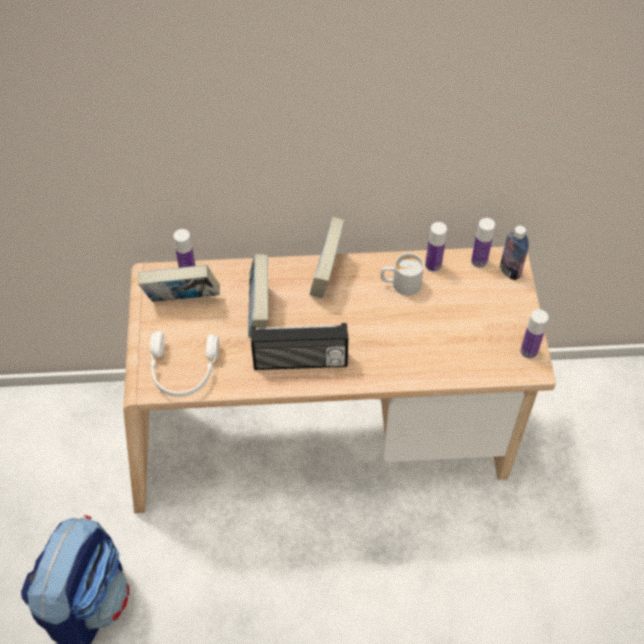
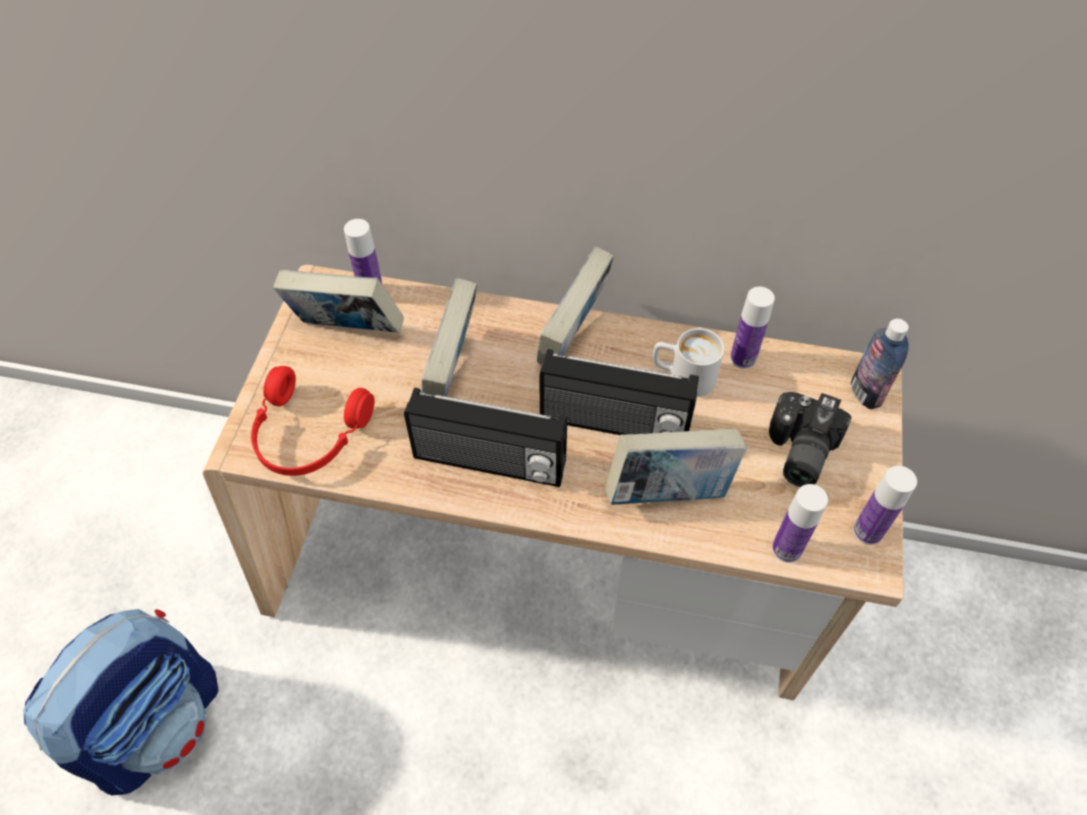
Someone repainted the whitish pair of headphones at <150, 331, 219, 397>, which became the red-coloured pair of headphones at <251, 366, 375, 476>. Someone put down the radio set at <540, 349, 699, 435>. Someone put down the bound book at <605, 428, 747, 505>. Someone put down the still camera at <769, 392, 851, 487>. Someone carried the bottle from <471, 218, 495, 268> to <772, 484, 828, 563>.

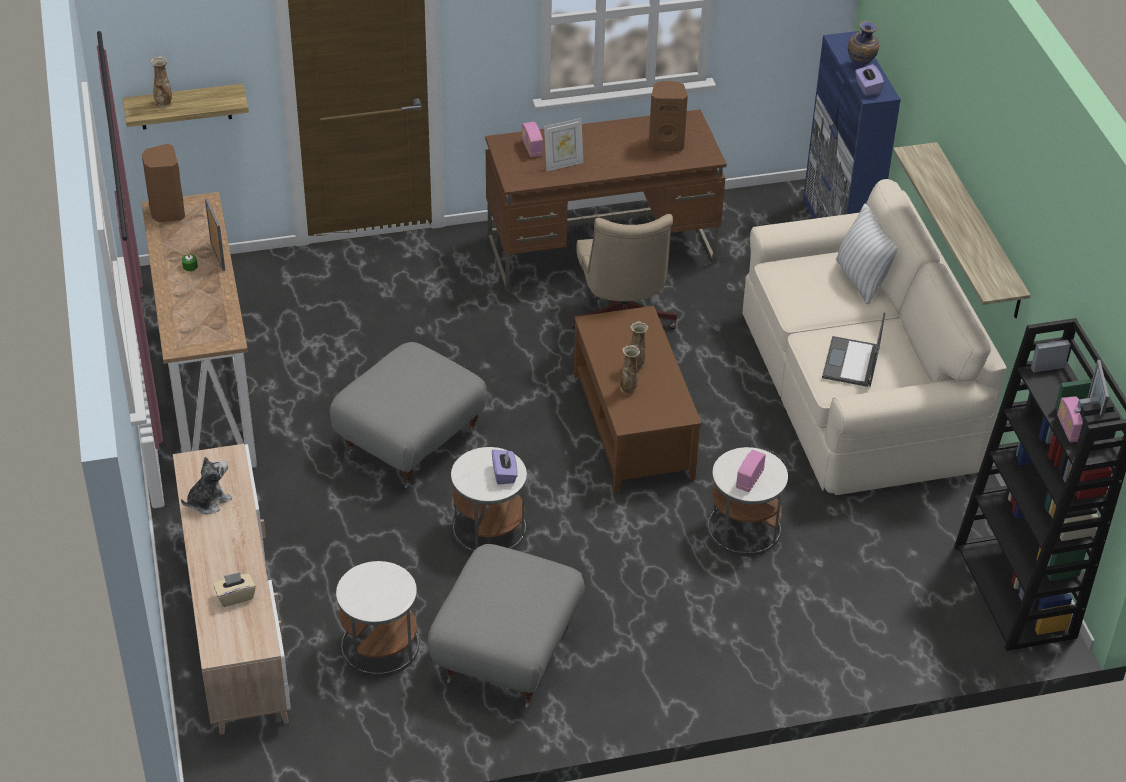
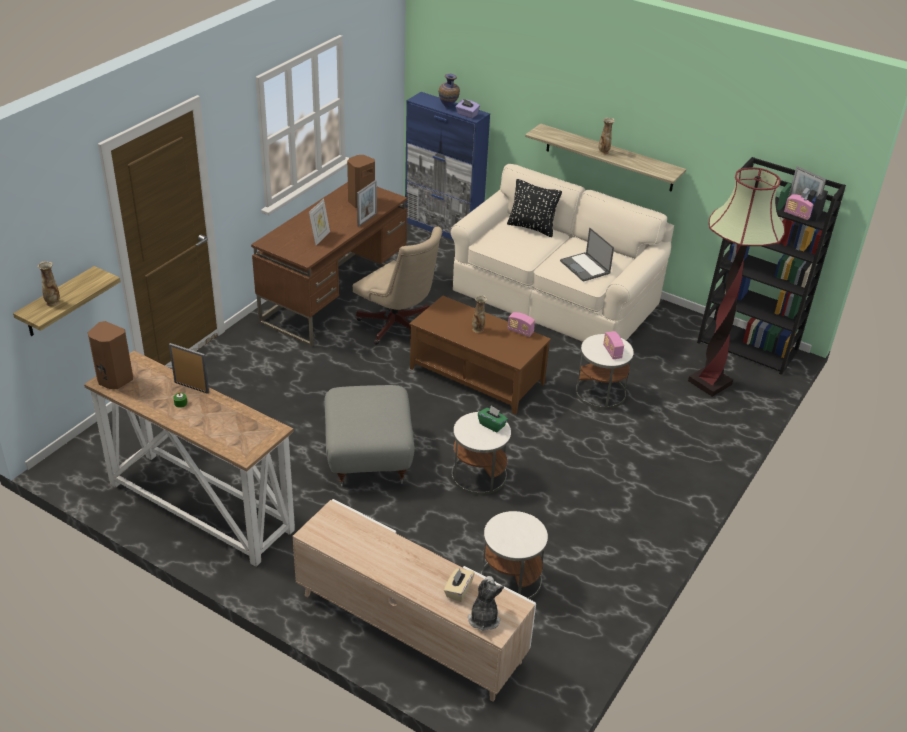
Someone put down the picture frame at <357, 180, 377, 227>. Someone carried the plush toy from <181, 456, 232, 514> to <468, 576, 504, 631>. Someone repainted the purple tissue holder at <492, 449, 518, 485>, which became the green tissue holder at <478, 406, 508, 433>. Someone repainted the whitish throw pillow at <836, 204, 898, 304>, which became the black-coloured throw pillow at <507, 179, 562, 237>. Someone carried the radio set from <522, 122, 543, 157> to <507, 312, 535, 337>. Someone carried the vase from <620, 345, 640, 395> to <598, 117, 615, 155>. Someone put down the floor lamp at <688, 167, 785, 397>. Someone took away the greyish footrest at <428, 544, 585, 708>.

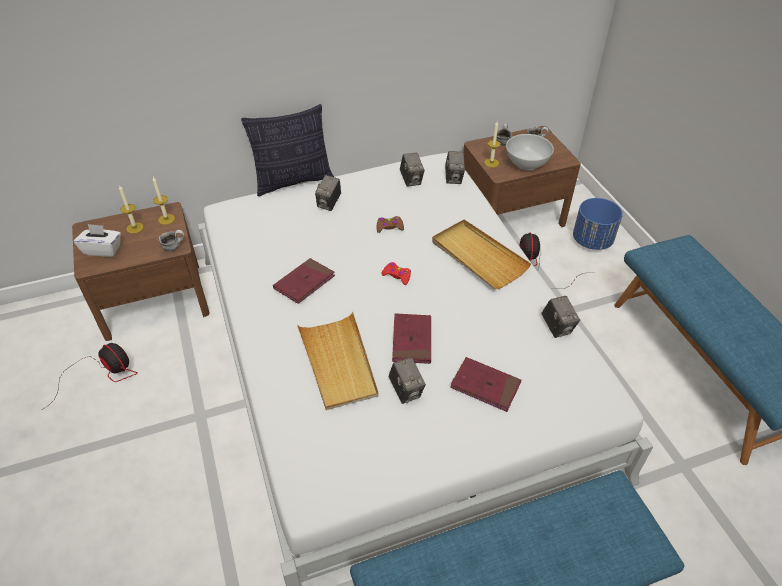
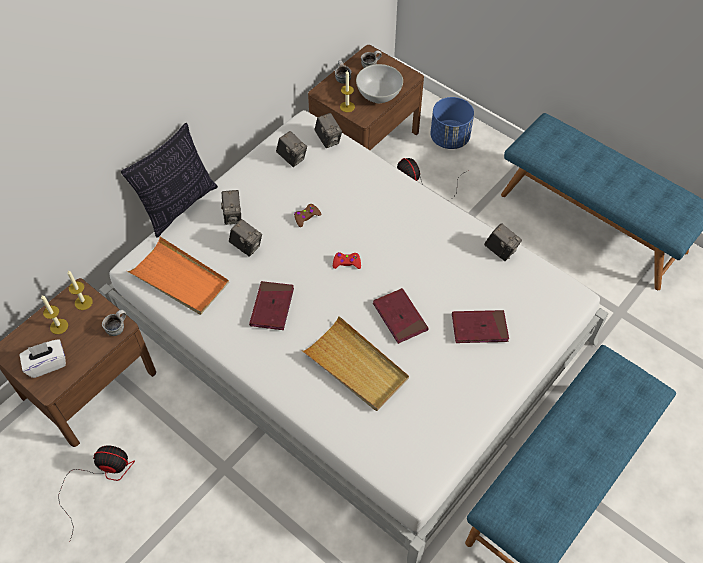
Someone put down the orangey serving tray at <127, 237, 229, 315>. Someone carried the still camera from <389, 357, 426, 404> to <229, 219, 262, 257>. Someone took away the sand-coloured serving tray at <432, 220, 531, 289>.

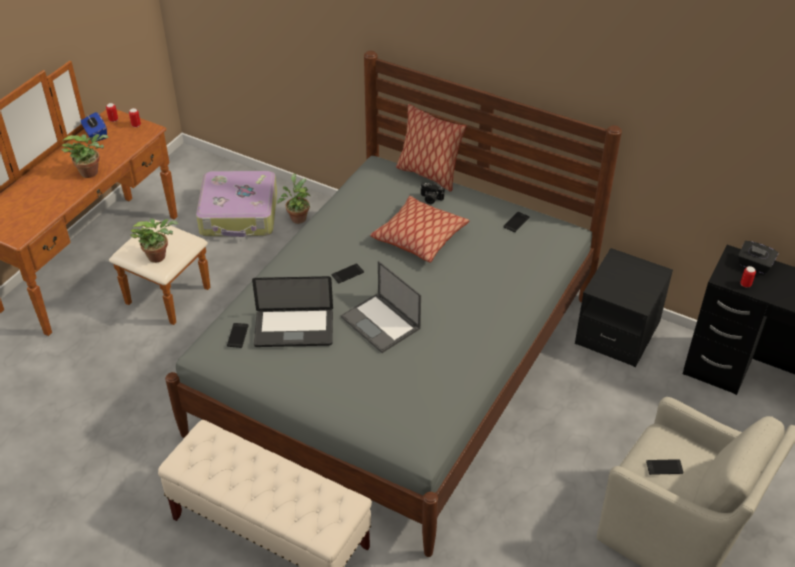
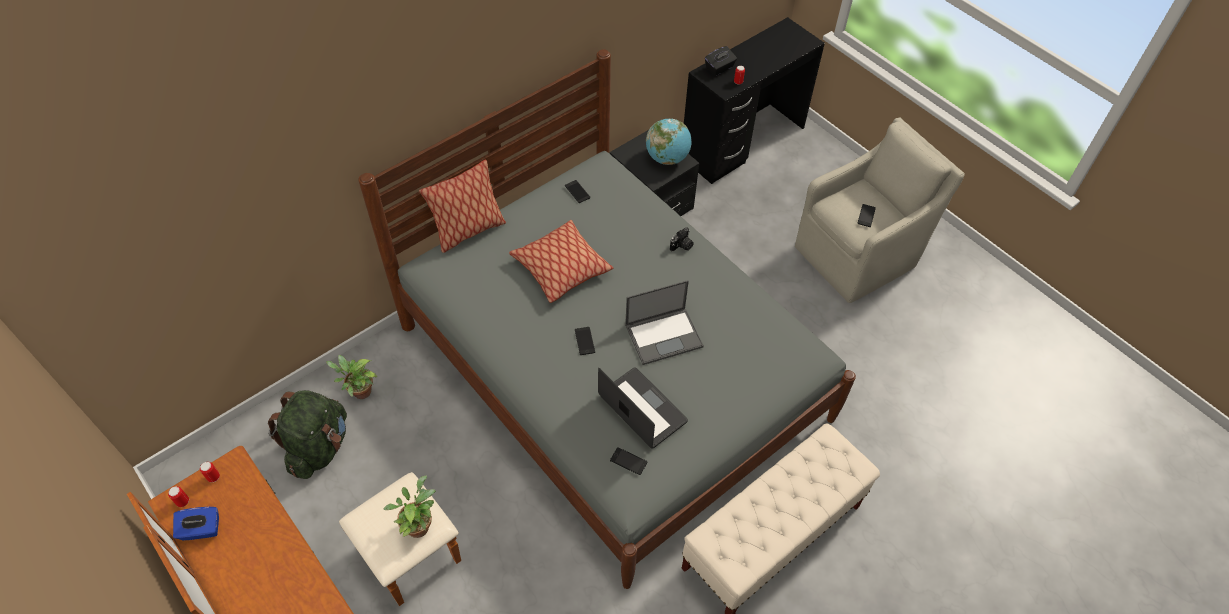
Someone swapped the travel case at <196, 171, 277, 237> for the green rucksack at <268, 390, 347, 479>. Someone rotated the notebook computer at <252, 276, 333, 347> by 60 degrees counterclockwise. Someone put down the globe at <646, 119, 692, 165>. Someone carried the still camera from <420, 183, 444, 204> to <670, 227, 694, 251>. Someone took away the potted plant at <61, 134, 109, 178>.

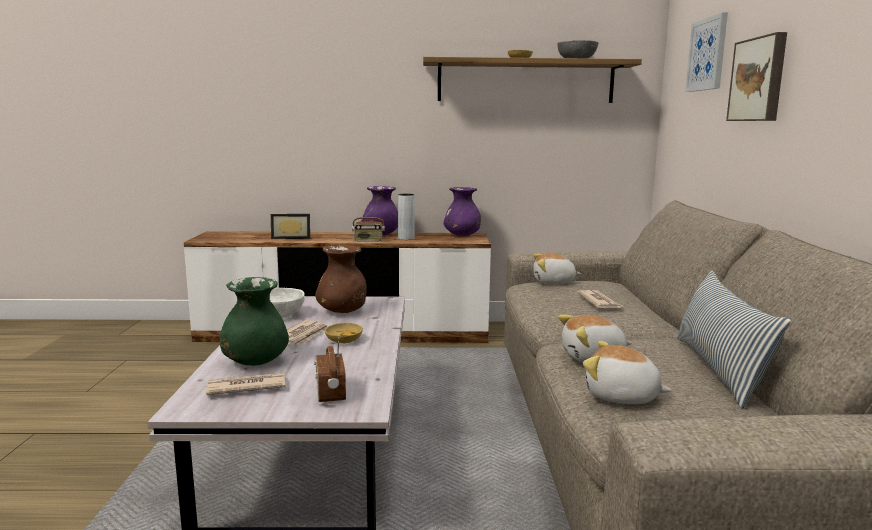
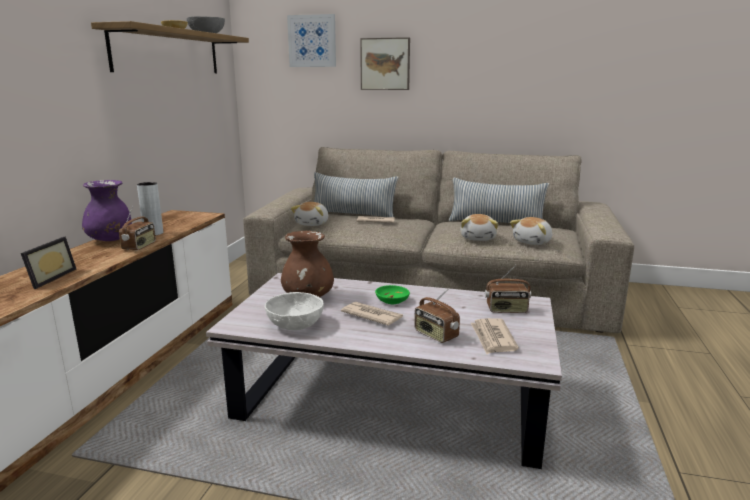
Someone put down the throw pillow at <314, 172, 399, 217>. Someone repainted the sand-coloured deep dish at <325, 323, 363, 344>, which became the green deep dish at <375, 285, 410, 304>. Someone swapped the green vase at <219, 277, 289, 366> for the radio set at <414, 288, 460, 343>. Someone took away the purple vase at <443, 187, 481, 236>.

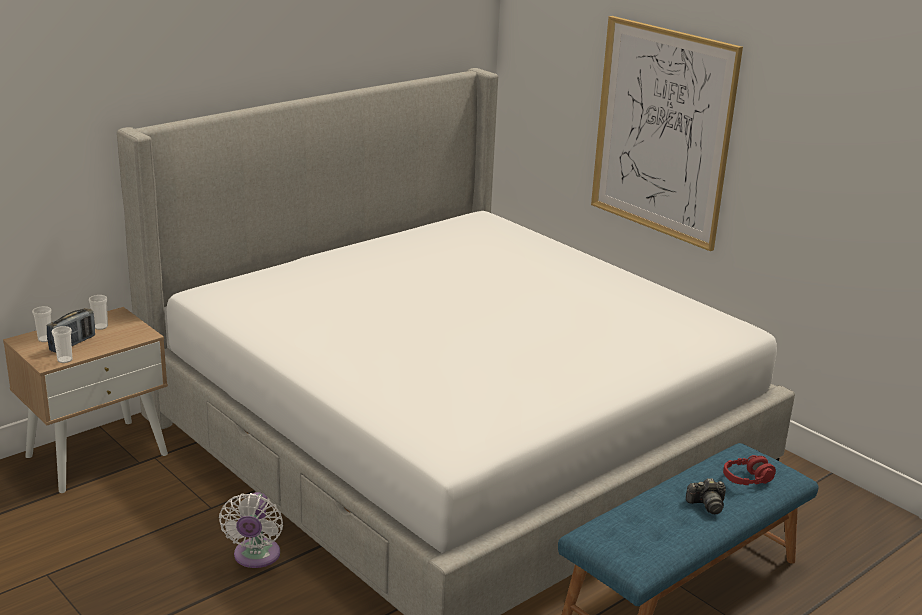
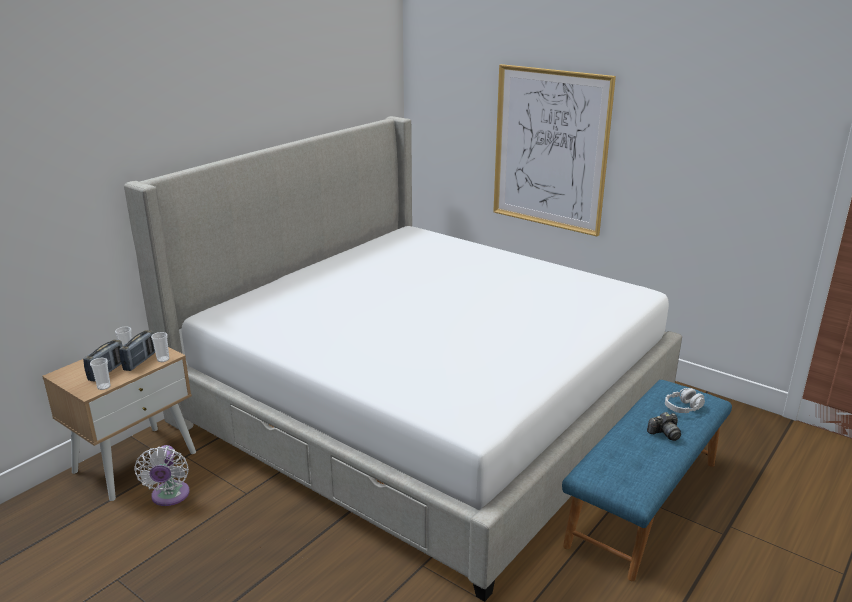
Someone put down the radio set at <119, 330, 155, 371>. Someone carried the whitish cooling fan from <219, 492, 283, 568> to <134, 445, 190, 506>. Someone carried the small cup from <32, 306, 52, 342> to <151, 332, 170, 362>. Someone repainted the red-coloured pair of headphones at <723, 455, 776, 485>, which became the greyish pair of headphones at <665, 388, 705, 413>.

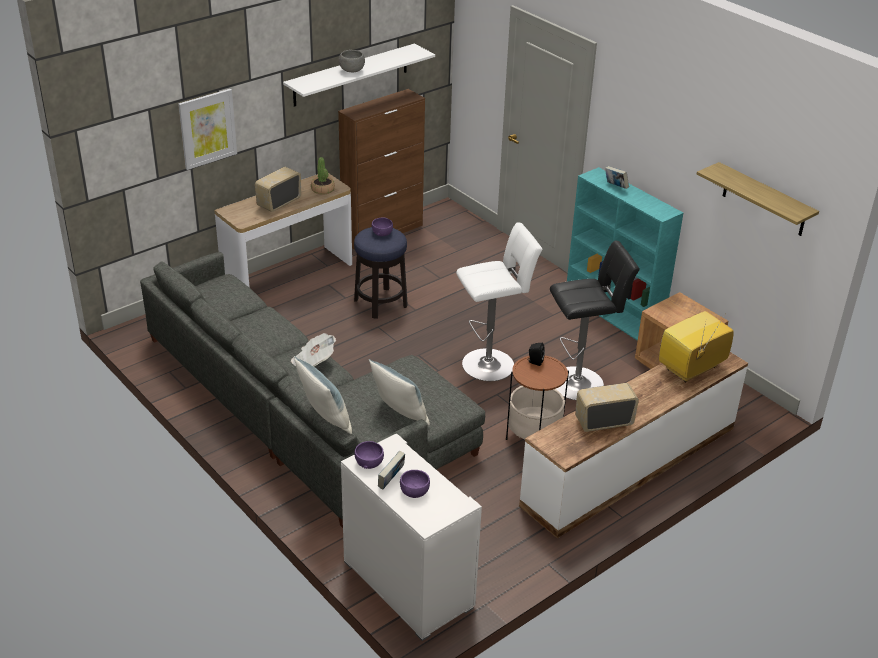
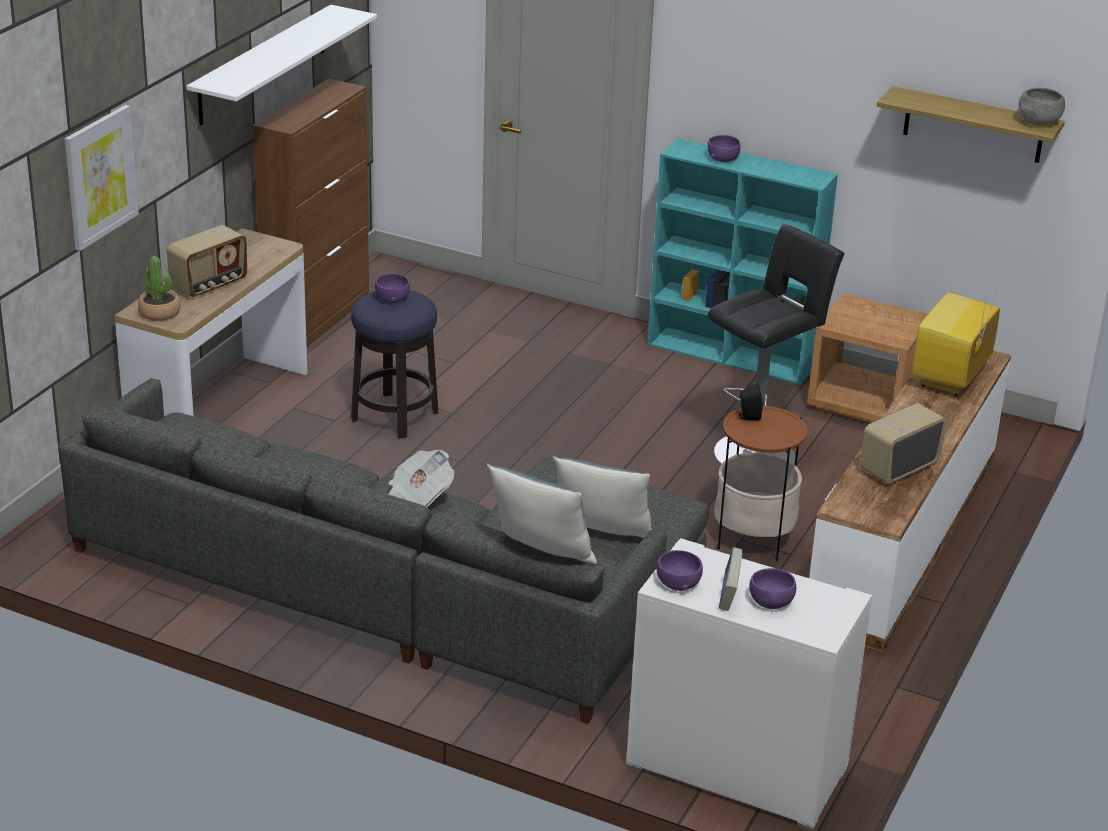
Someone carried the potted plant from <311, 157, 335, 195> to <138, 256, 181, 321>. Someone rotated the radio set at <255, 167, 301, 212> by 150 degrees counterclockwise. Someone swapped the bound book at <605, 166, 629, 189> for the purple deep dish at <708, 135, 741, 162>. Someone carried the greyish deep dish from <338, 50, 365, 72> to <1019, 88, 1065, 125>. Someone took away the whitish stool at <456, 222, 543, 381>.

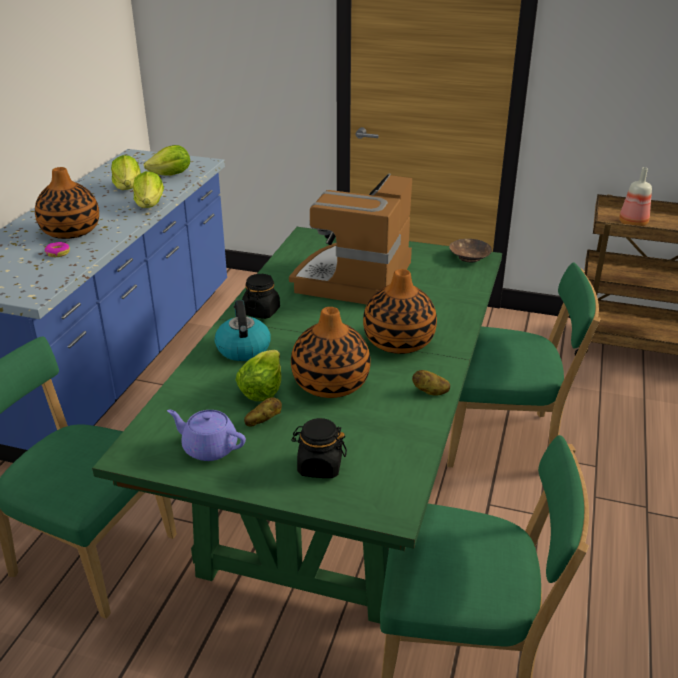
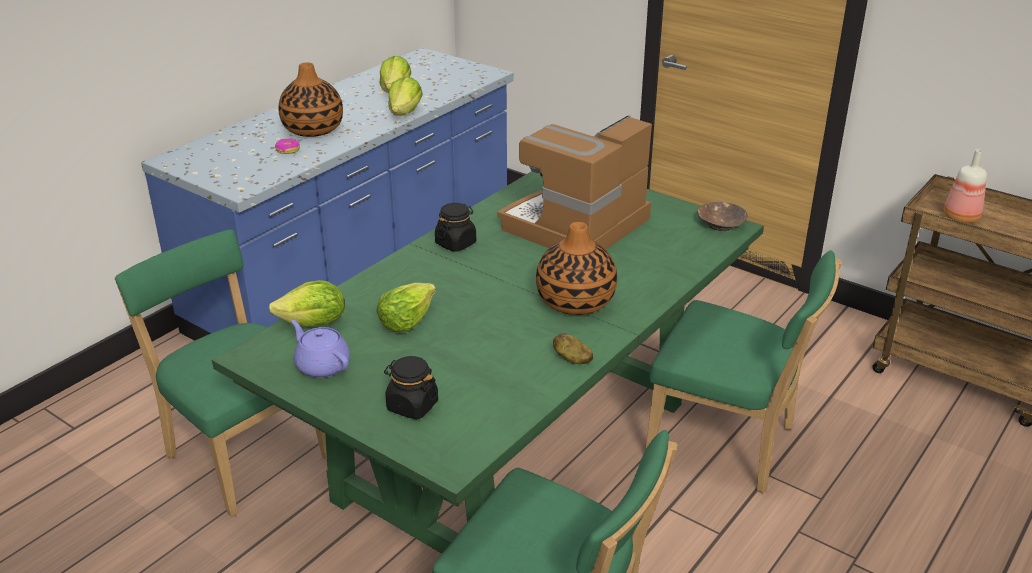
Someone carried the head of lettuce from <144, 145, 190, 176> to <269, 280, 345, 327>. Someone took away the water kettle at <215, 300, 271, 361>. Someone took away the spud at <244, 397, 282, 426>. Someone took away the vase at <291, 307, 371, 398>.

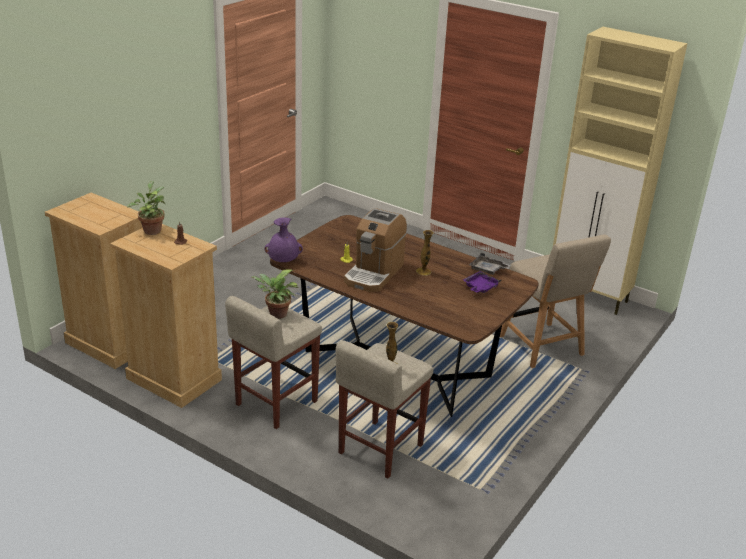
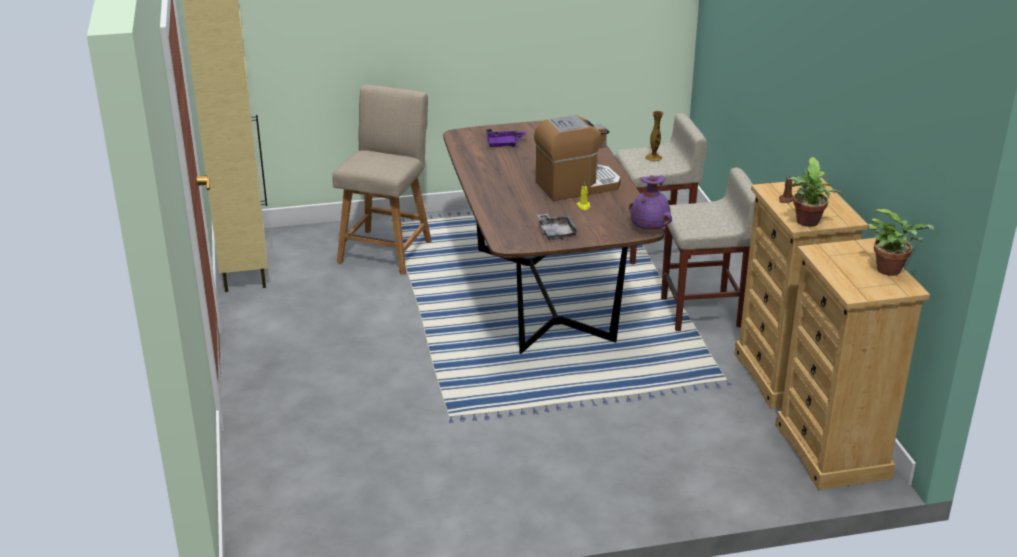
Someone carried the greyish serving tray from <469, 253, 511, 275> to <537, 213, 579, 240>. Someone carried the potted plant from <252, 269, 298, 319> to <868, 209, 934, 276>. Someone took away the vase at <416, 230, 434, 276>.

